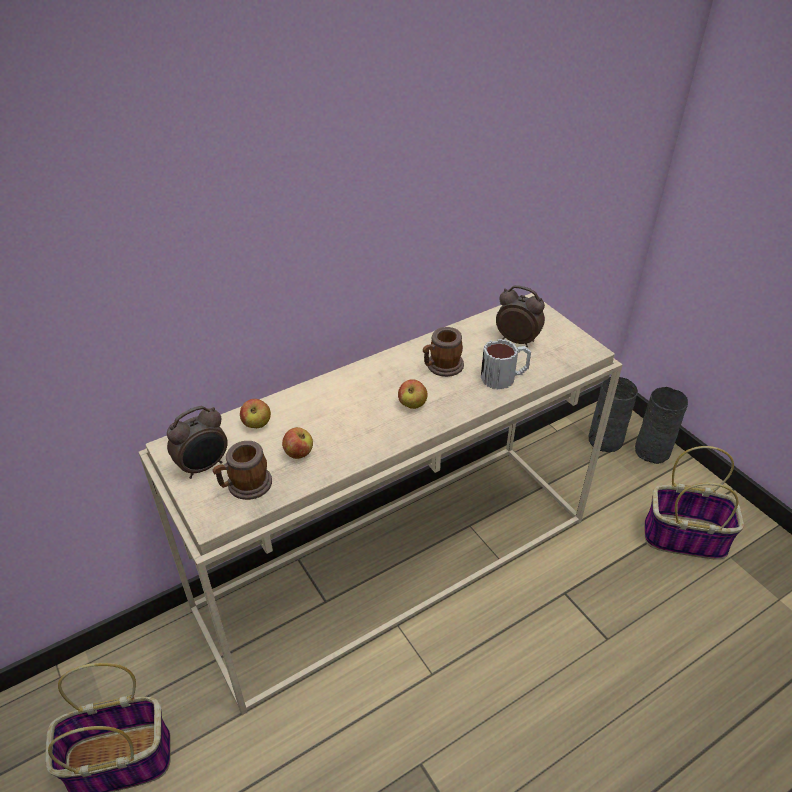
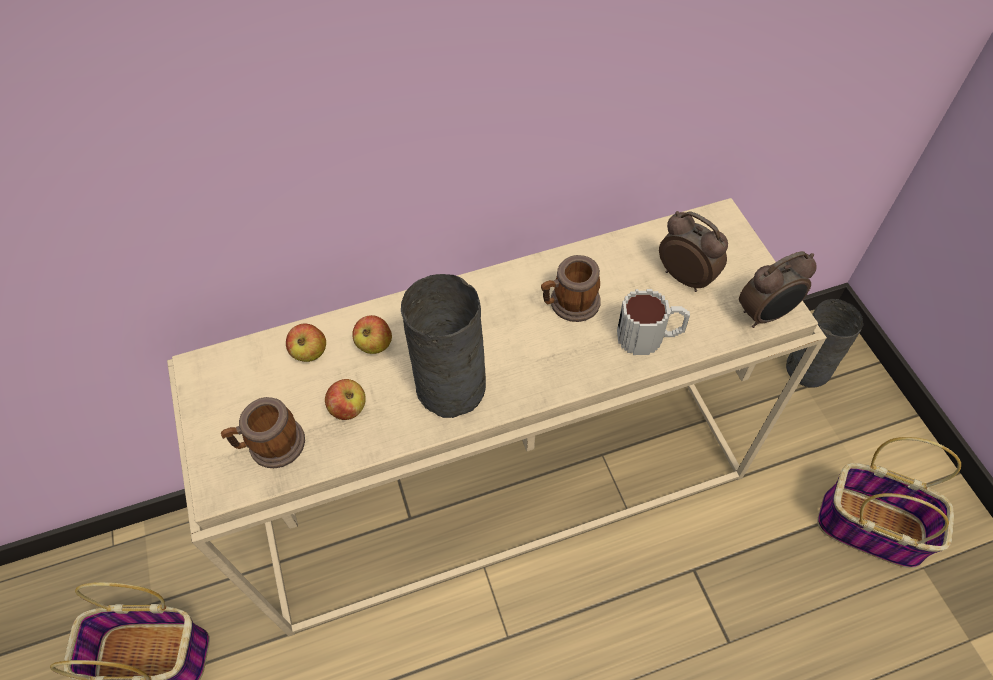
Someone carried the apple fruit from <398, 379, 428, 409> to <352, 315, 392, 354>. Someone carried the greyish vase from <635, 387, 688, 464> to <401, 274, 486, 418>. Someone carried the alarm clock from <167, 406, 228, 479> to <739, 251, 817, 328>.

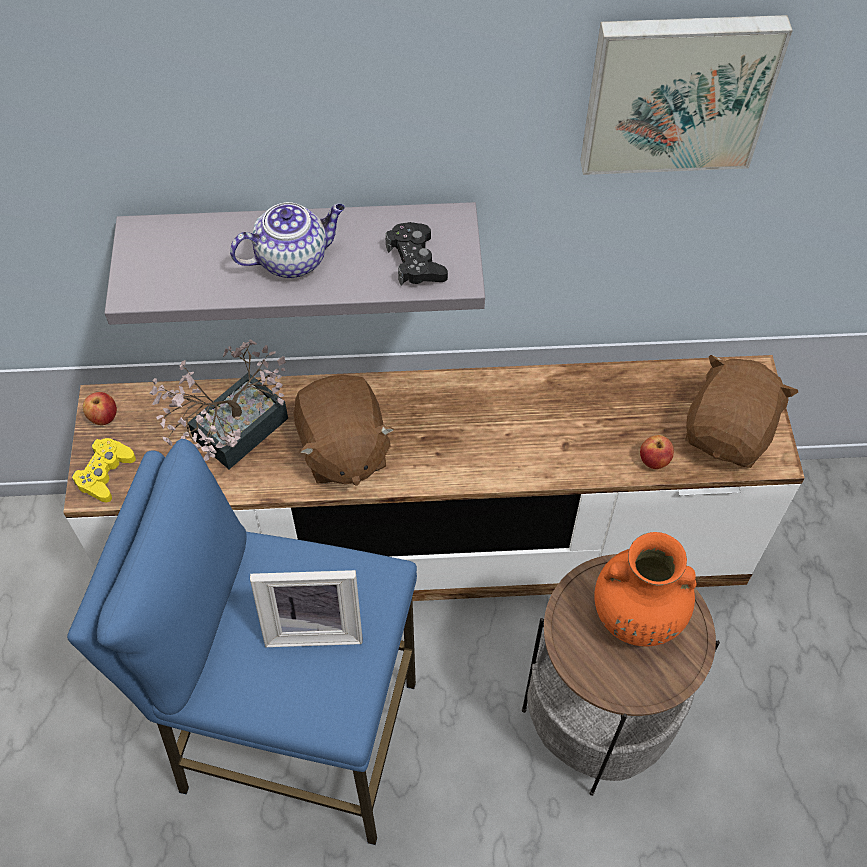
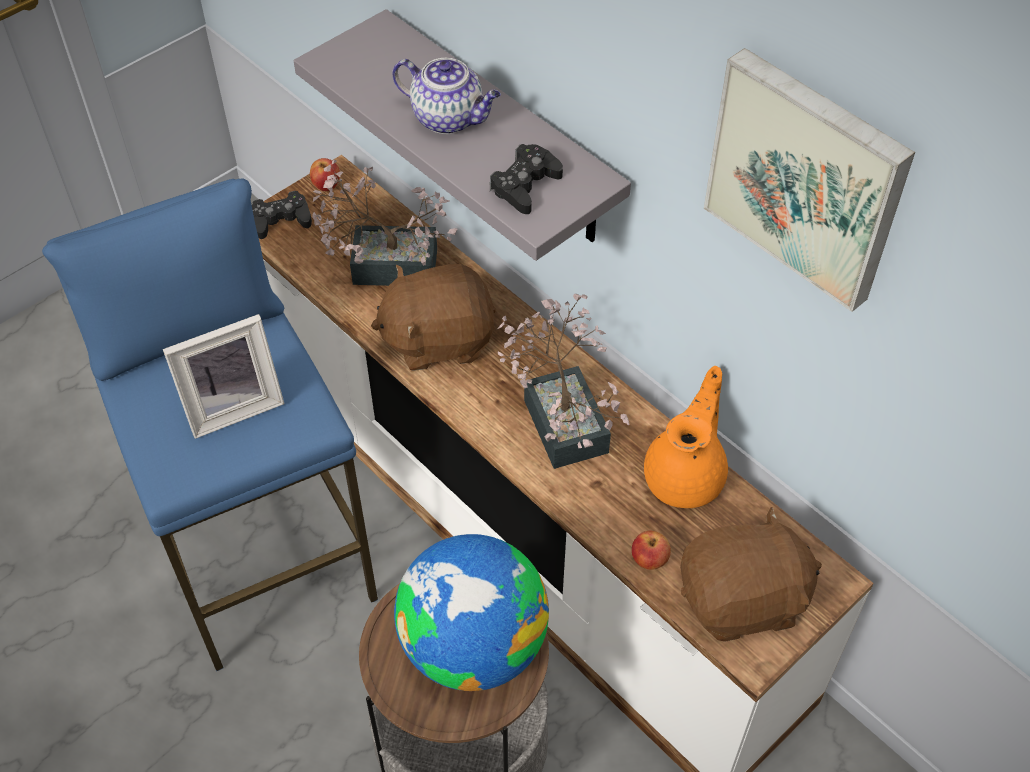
Someone rotated the picture frame at <250, 570, 362, 647> by 75 degrees counterclockwise. Someone repainted the yellow-coloured game controller at <72, 438, 136, 502>, which became the black-coloured game controller at <252, 191, 312, 239>. Someone rotated the brown plush toy at <294, 374, 394, 486> by 45 degrees clockwise. Someone swapped the orangey vase at <595, 532, 696, 647> for the globe at <394, 534, 549, 691>. Someone put down the potted plant at <497, 294, 630, 469>. Someone put down the orangey pot for tea at <644, 366, 728, 508>.

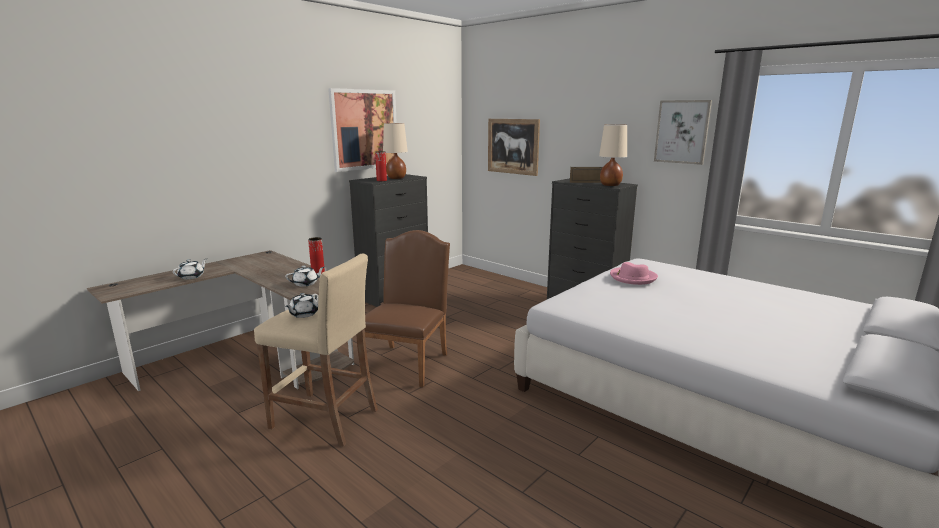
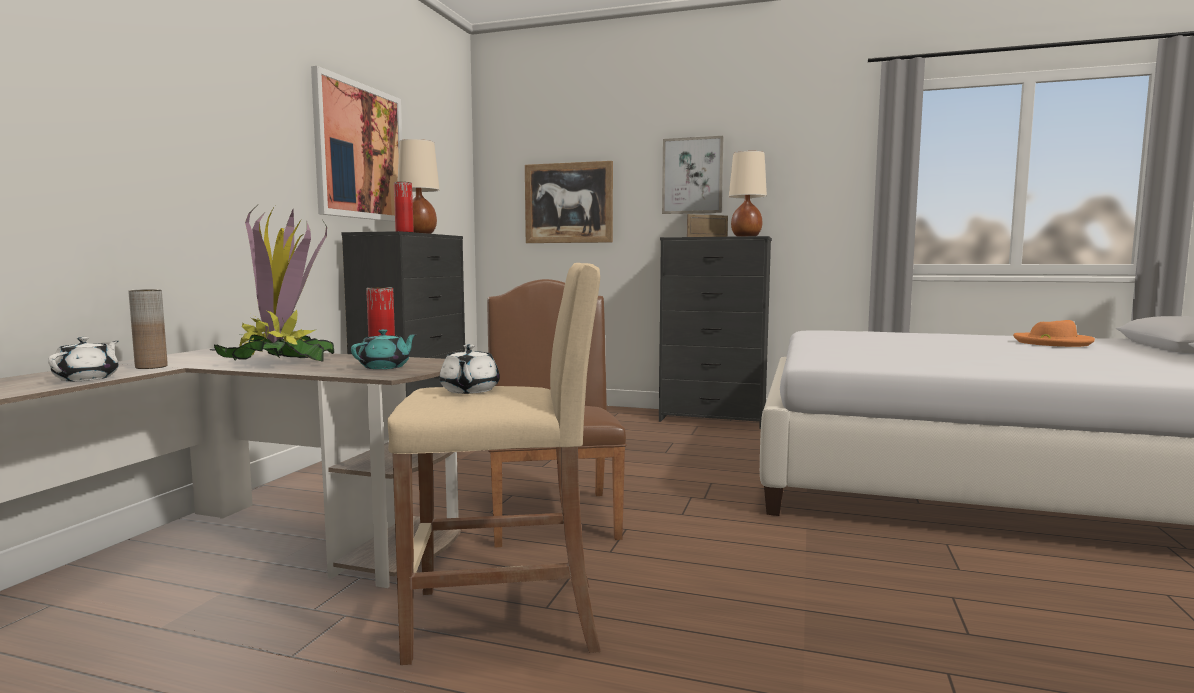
Someone put down the brown vase at <128, 289, 168, 369>. Someone put down the potted plant at <214, 206, 334, 361>. Someone repainted the whitish pot for tea at <285, 266, 324, 287>, which became the turquoise-coloured pot for tea at <351, 329, 417, 369>. Someone carried the picture from <654, 100, 712, 165> to <662, 136, 723, 214>. Someone put down the orangey clothing hat at <1013, 320, 1095, 347>. Someone took away the pink clothing hat at <610, 262, 658, 285>.

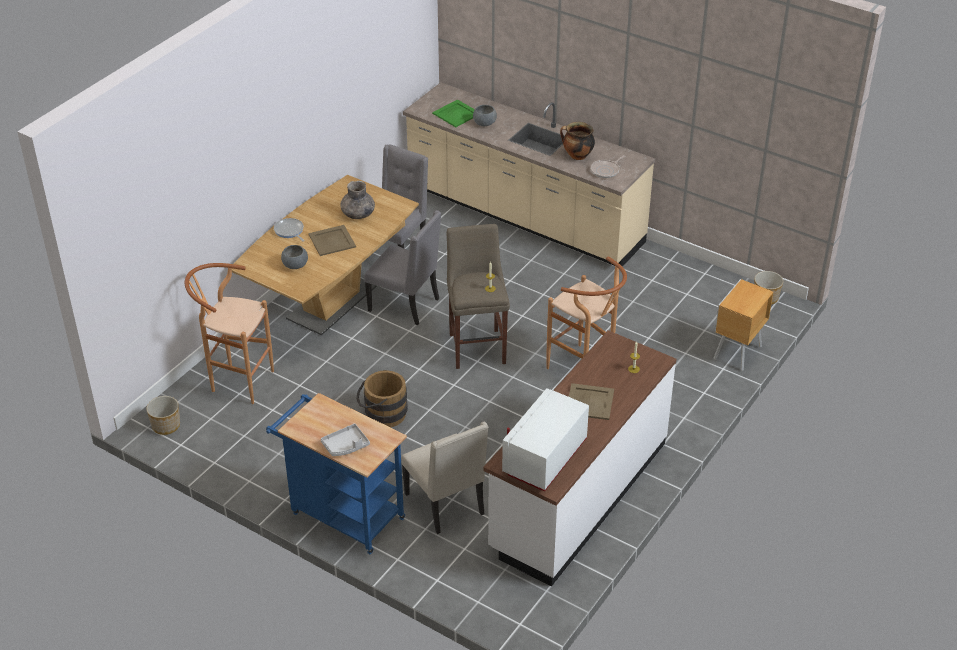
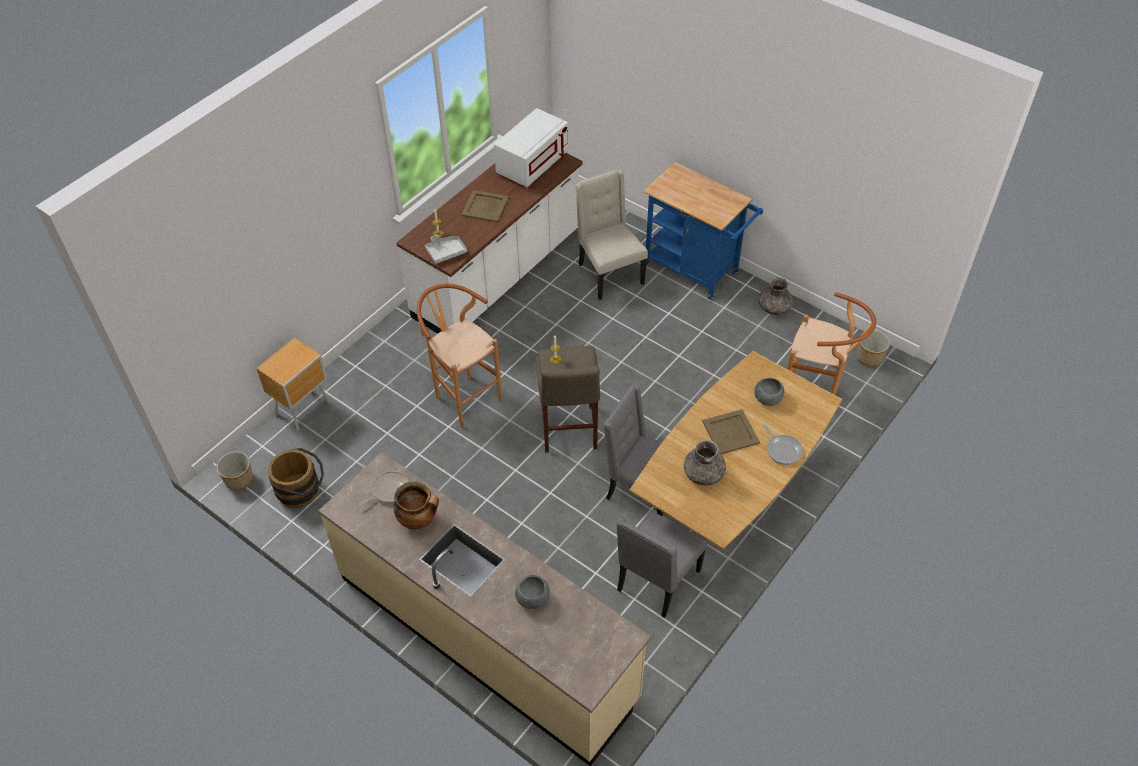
Someone carried the brown pail from <356, 370, 408, 428> to <268, 448, 324, 508>. Someone carried the greyish serving tray from <321, 424, 370, 456> to <425, 235, 467, 264>. Someone put down the greyish vase at <759, 277, 793, 315>. Someone took away the green serving tray at <432, 100, 475, 127>.

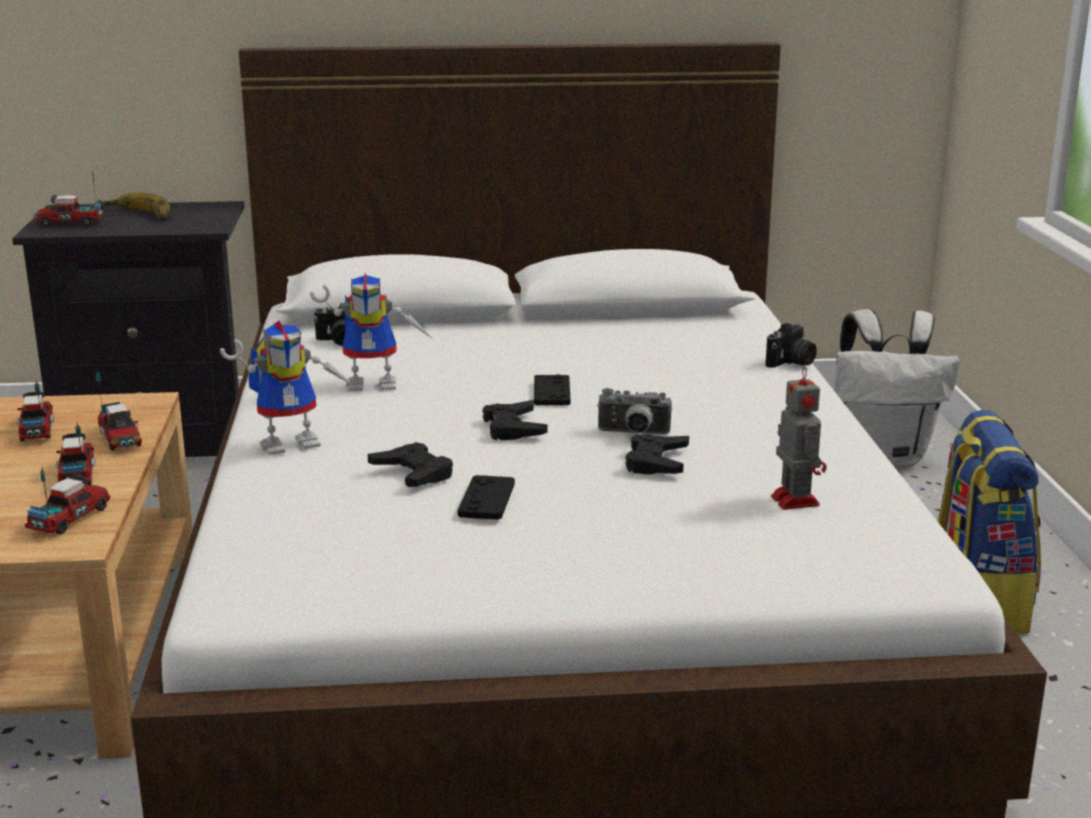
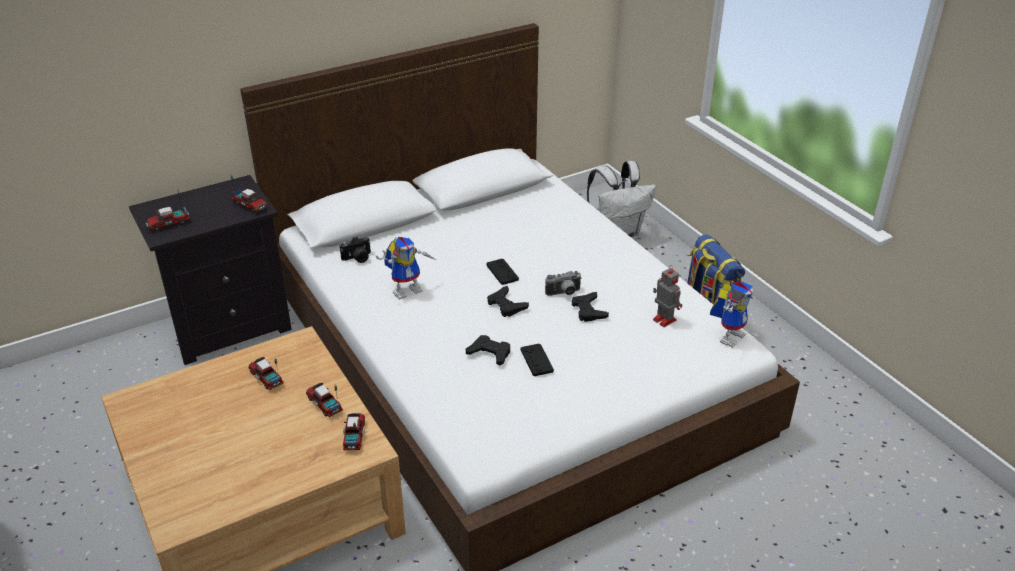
Someone carried the toy truck from <95, 369, 142, 451> to <231, 175, 267, 213>. Someone carried the robot figure from <220, 321, 354, 455> to <710, 281, 753, 348>. Someone took away the banana fruit at <97, 192, 170, 221>. Someone took away the still camera at <766, 323, 817, 368>.

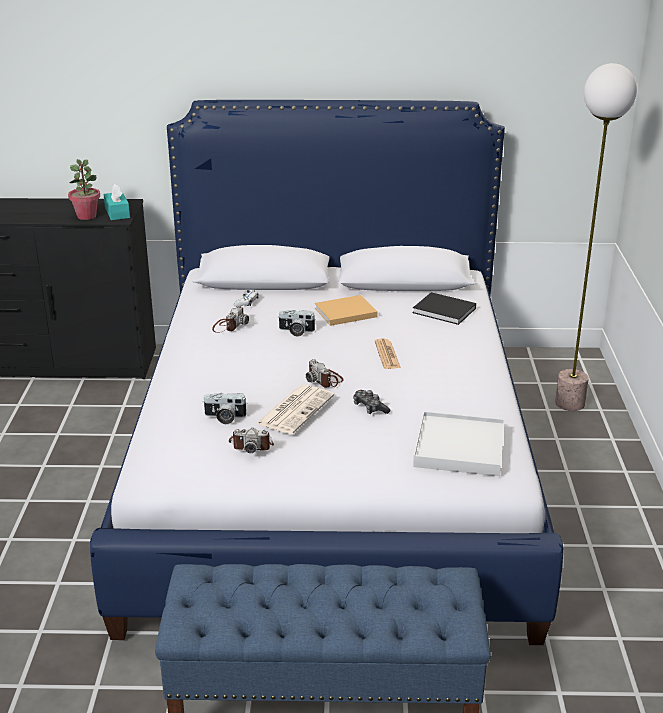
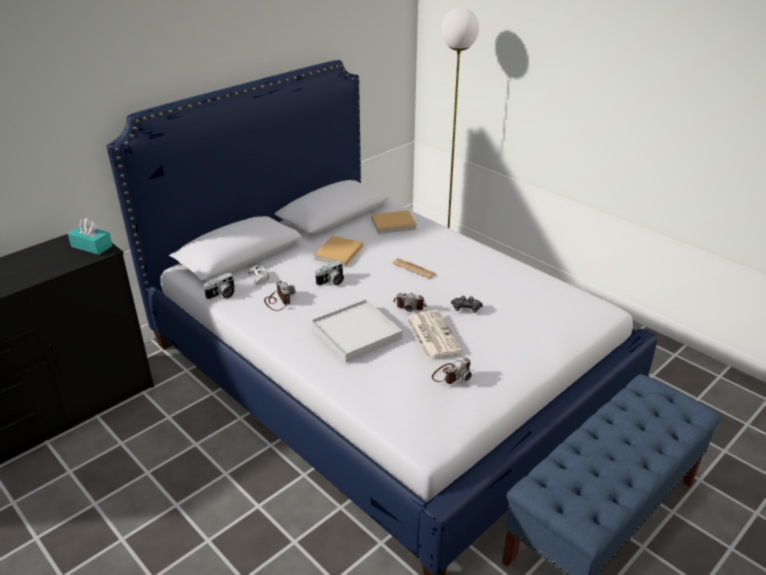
Someone carried the still camera from <202, 393, 247, 424> to <204, 273, 235, 299>. Someone carried the whitish serving tray from <413, 411, 505, 476> to <311, 299, 402, 362>. Someone repainted the black-coloured bound book at <413, 292, 476, 325>, which became the sand-coloured bound book at <371, 210, 417, 234>. Someone took away the potted plant at <68, 159, 100, 220>.

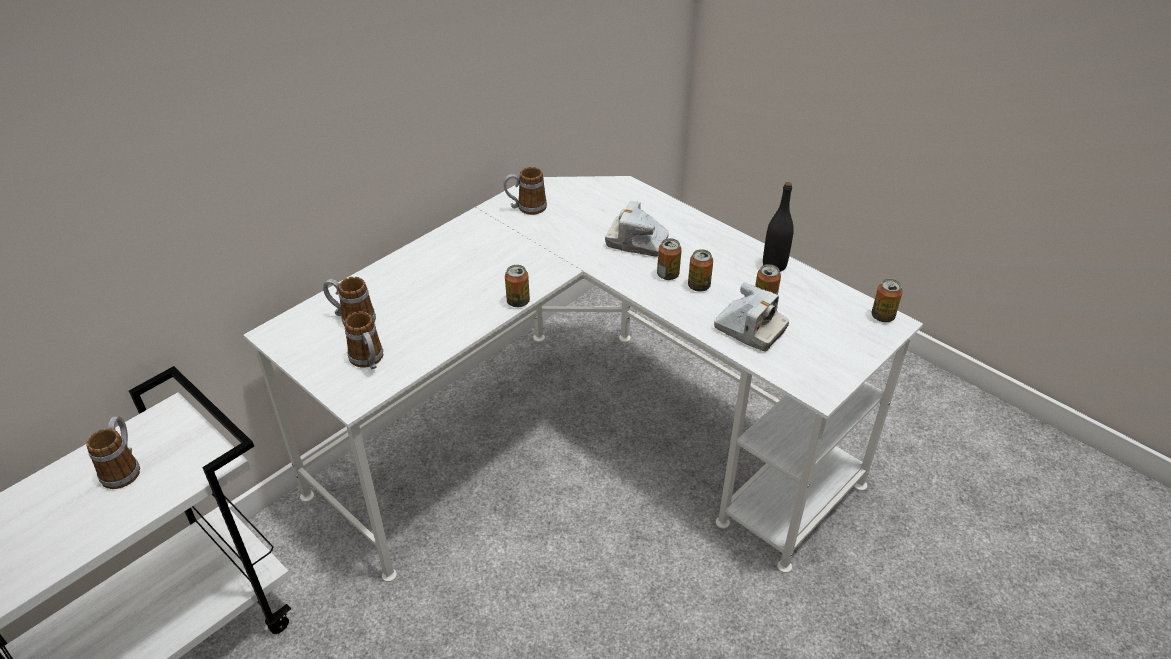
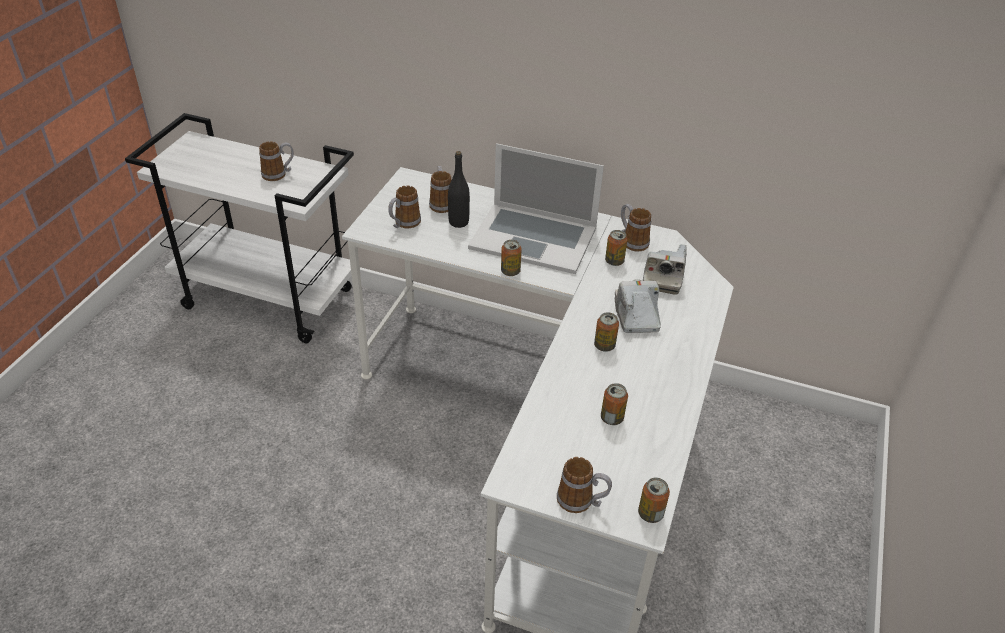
Someone carried the black-coloured bottle from <763, 182, 794, 272> to <448, 151, 470, 228>. Someone put down the notebook computer at <468, 143, 604, 274>. Someone put down the coffee mug at <557, 457, 612, 513>. Someone carried the can from <688, 249, 713, 292> to <605, 230, 627, 266>. Someone carried the still camera from <714, 282, 789, 352> to <643, 244, 687, 295>.

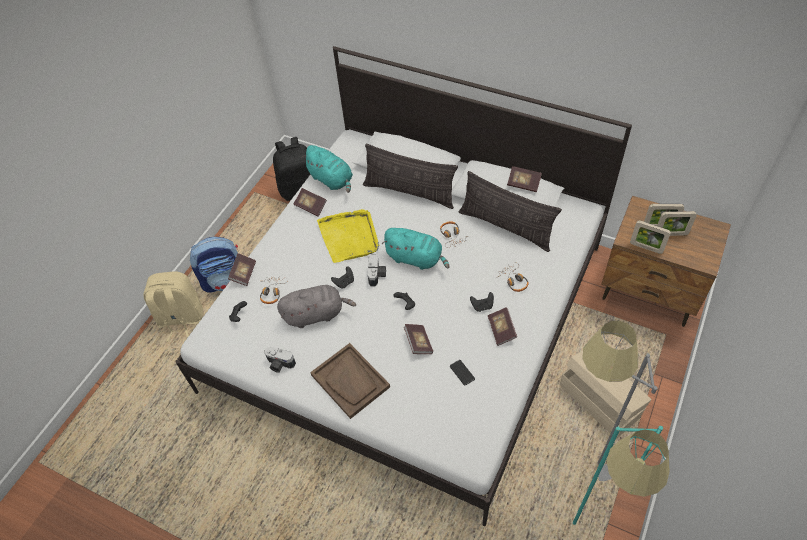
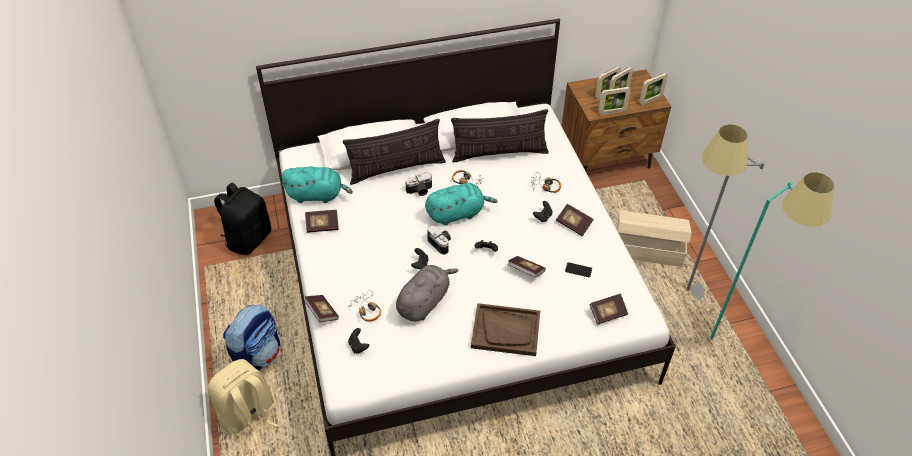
Someone carried the still camera from <264, 347, 296, 373> to <405, 172, 432, 196>. Someone carried the bound book from <507, 166, 542, 192> to <589, 293, 628, 325>. Someone put down the picture frame at <639, 73, 668, 105>. Someone took away the yellow-coloured serving tray at <317, 209, 379, 263>.

